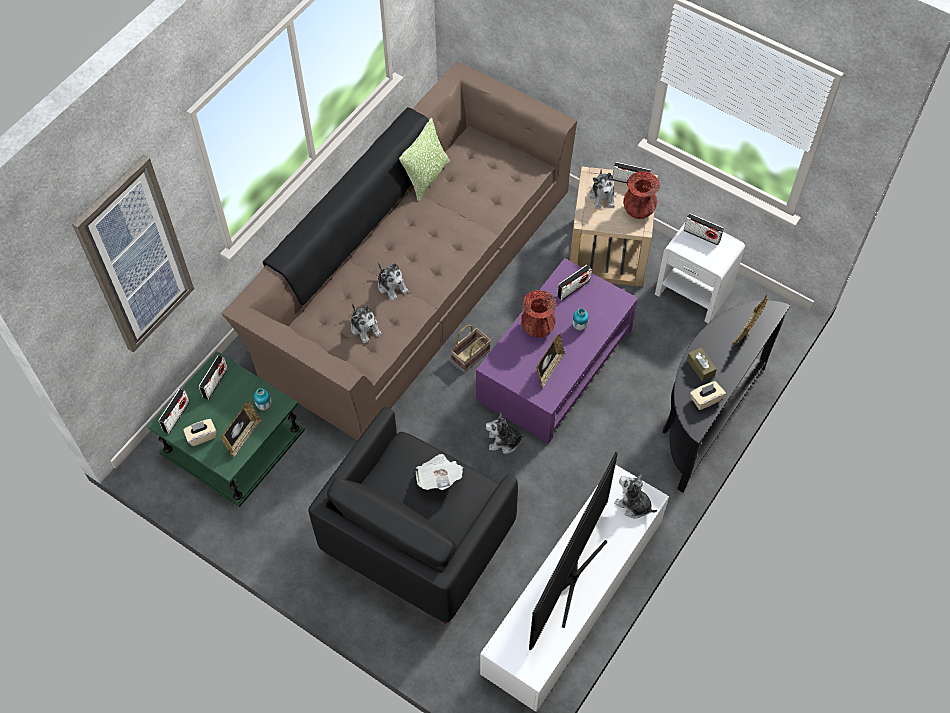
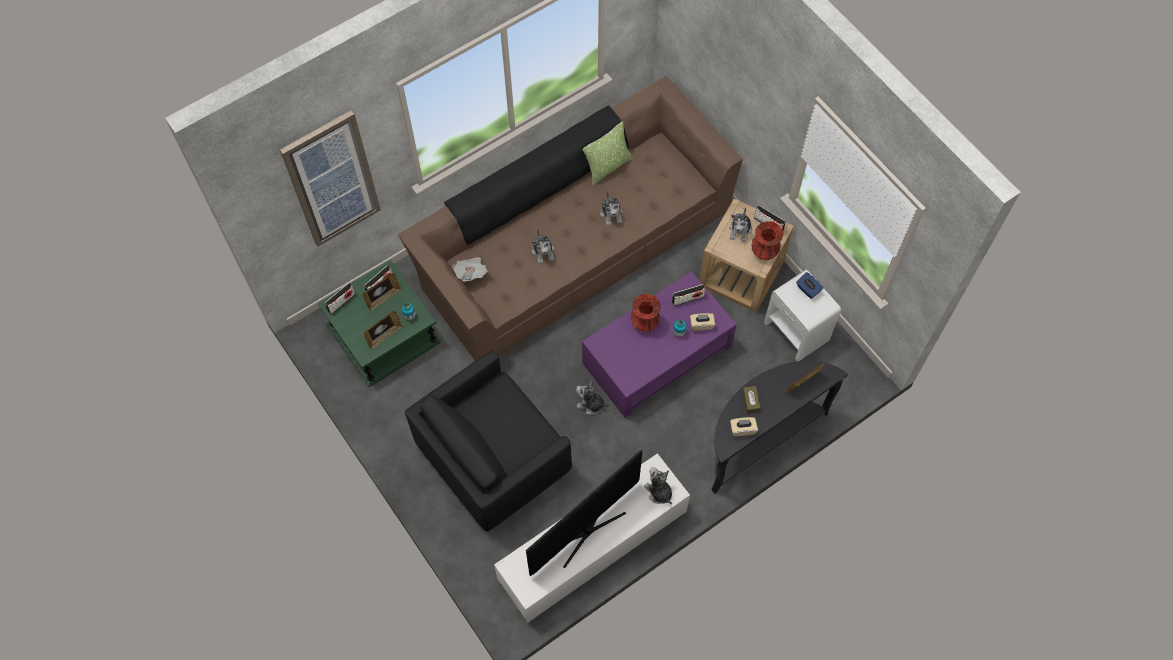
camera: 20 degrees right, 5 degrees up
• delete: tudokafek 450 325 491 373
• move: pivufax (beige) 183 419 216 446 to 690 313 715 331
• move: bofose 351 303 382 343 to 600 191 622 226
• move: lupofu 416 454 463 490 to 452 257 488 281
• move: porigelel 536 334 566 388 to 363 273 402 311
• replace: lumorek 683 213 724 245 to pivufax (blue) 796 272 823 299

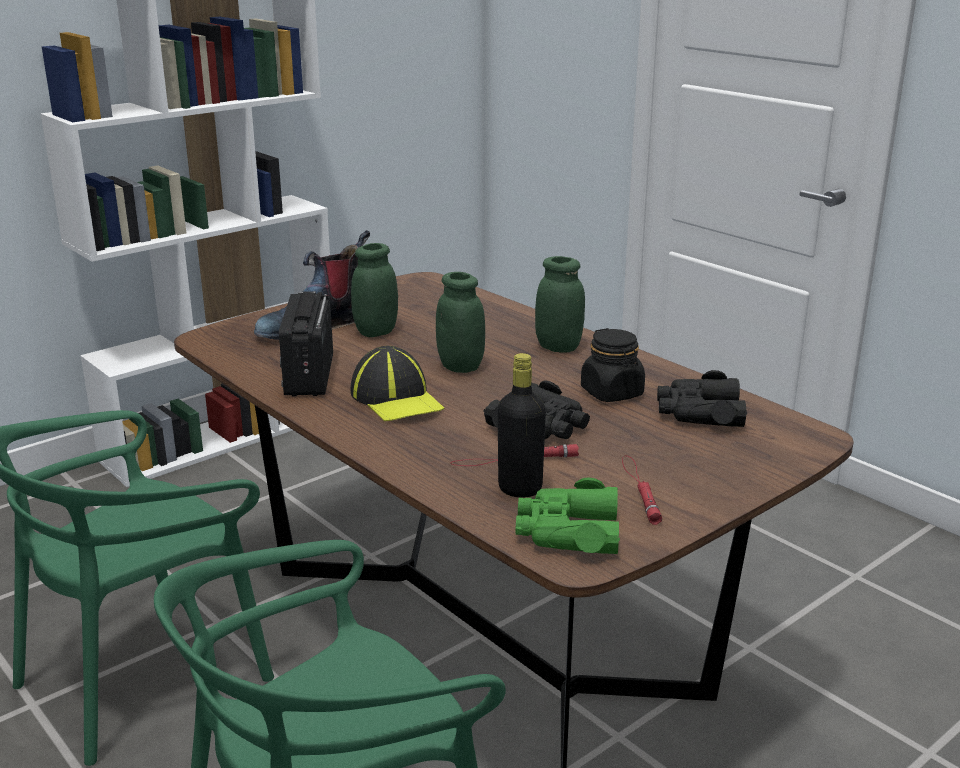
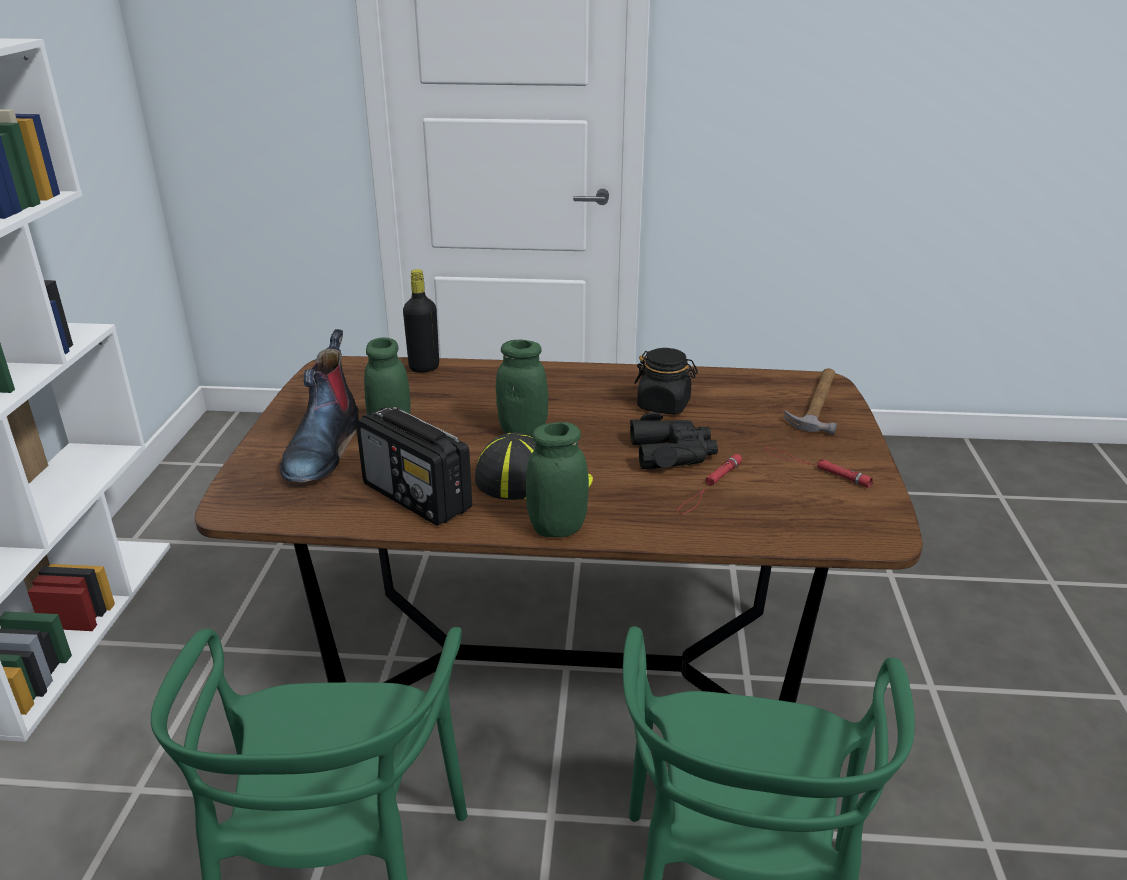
camera: 45 degrees left, 5 degrees up
• delete: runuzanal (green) 516 478 620 554
• delete: runuzanal (black) 657 370 747 427
• insert: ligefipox 784 369 837 435
• move: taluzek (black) 498 353 546 497 to 403 269 439 373
• move: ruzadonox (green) 535 256 585 353 to 526 422 589 537

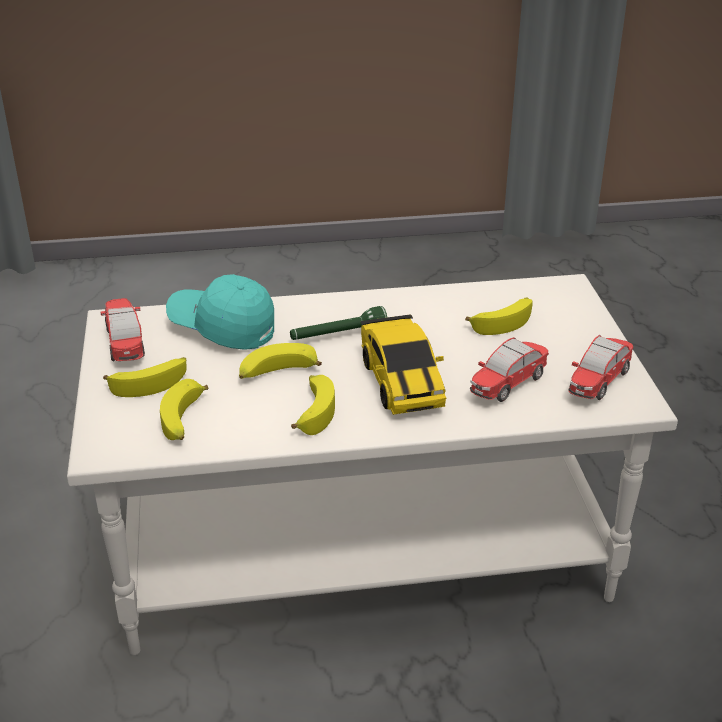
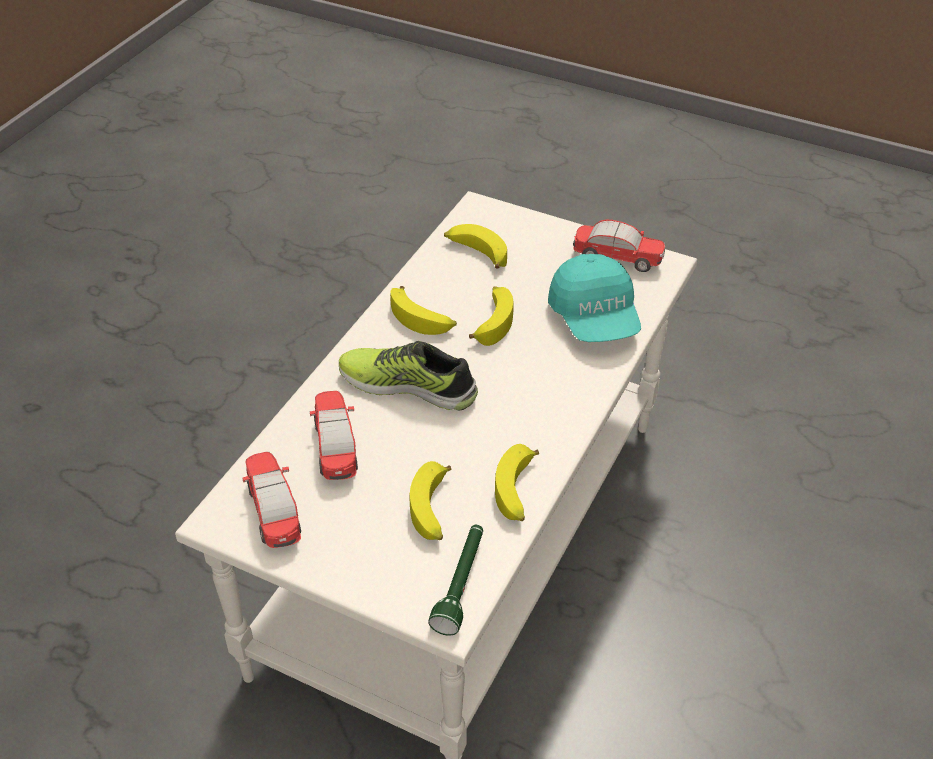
camera: 125 degrees right, 10 degrees up
• move: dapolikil 103 357 187 397 to 495 444 539 521
• move: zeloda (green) 290 306 387 340 to 428 525 483 636
• replace: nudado 360 315 446 415 to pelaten 339 341 478 410
• rotate: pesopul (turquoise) 166 274 274 350 = 548 254 641 342 105 degrees clockwise

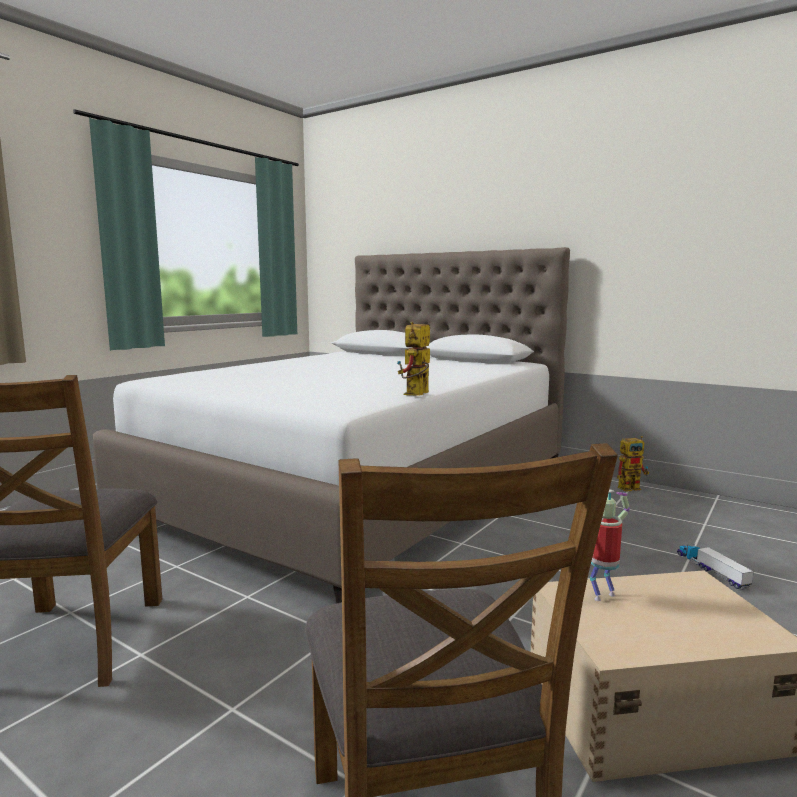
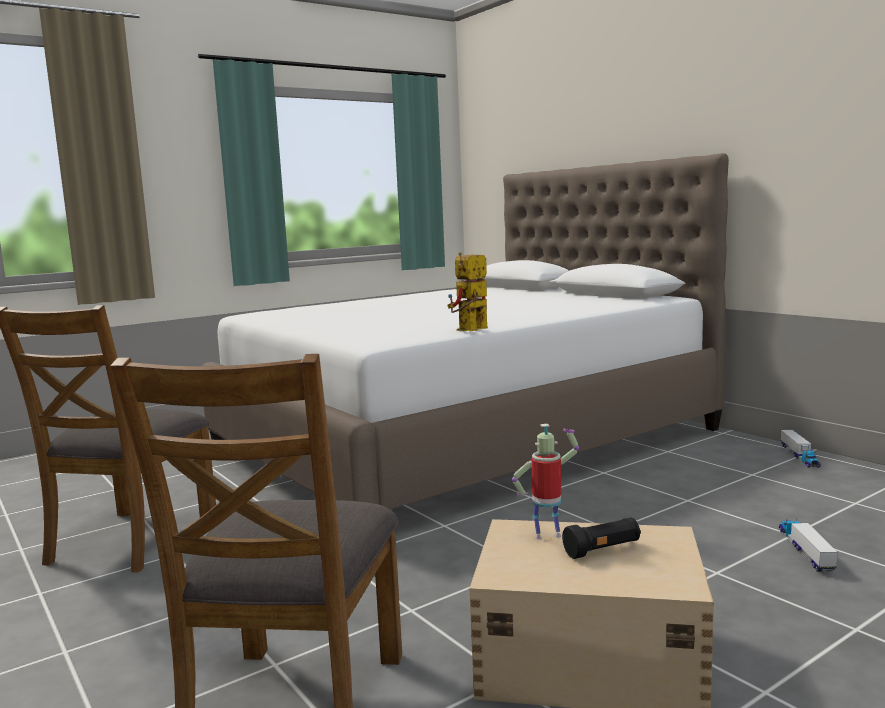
camera: 20 degrees right, 0 degrees up
• insert: zeloda (black) 562 518 641 559
• replace: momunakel 617 436 649 492 to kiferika 781 430 821 468

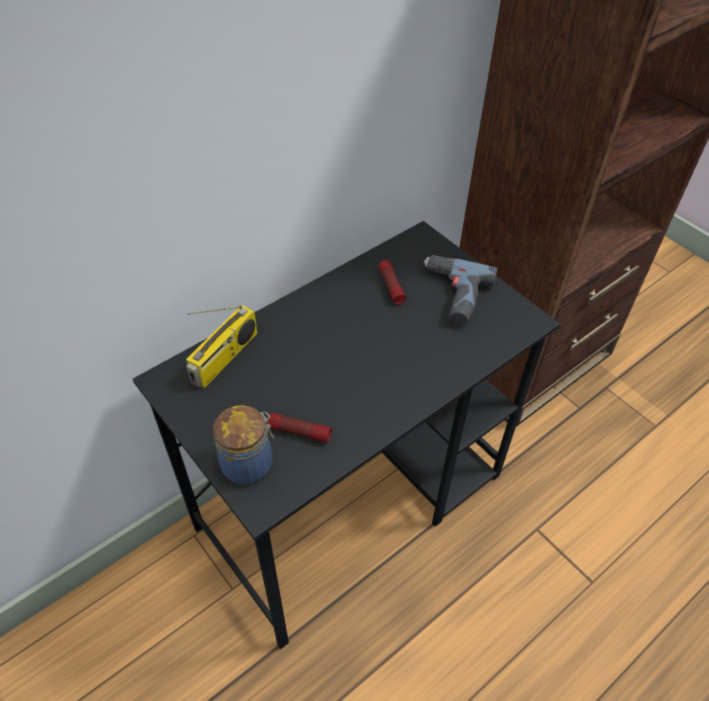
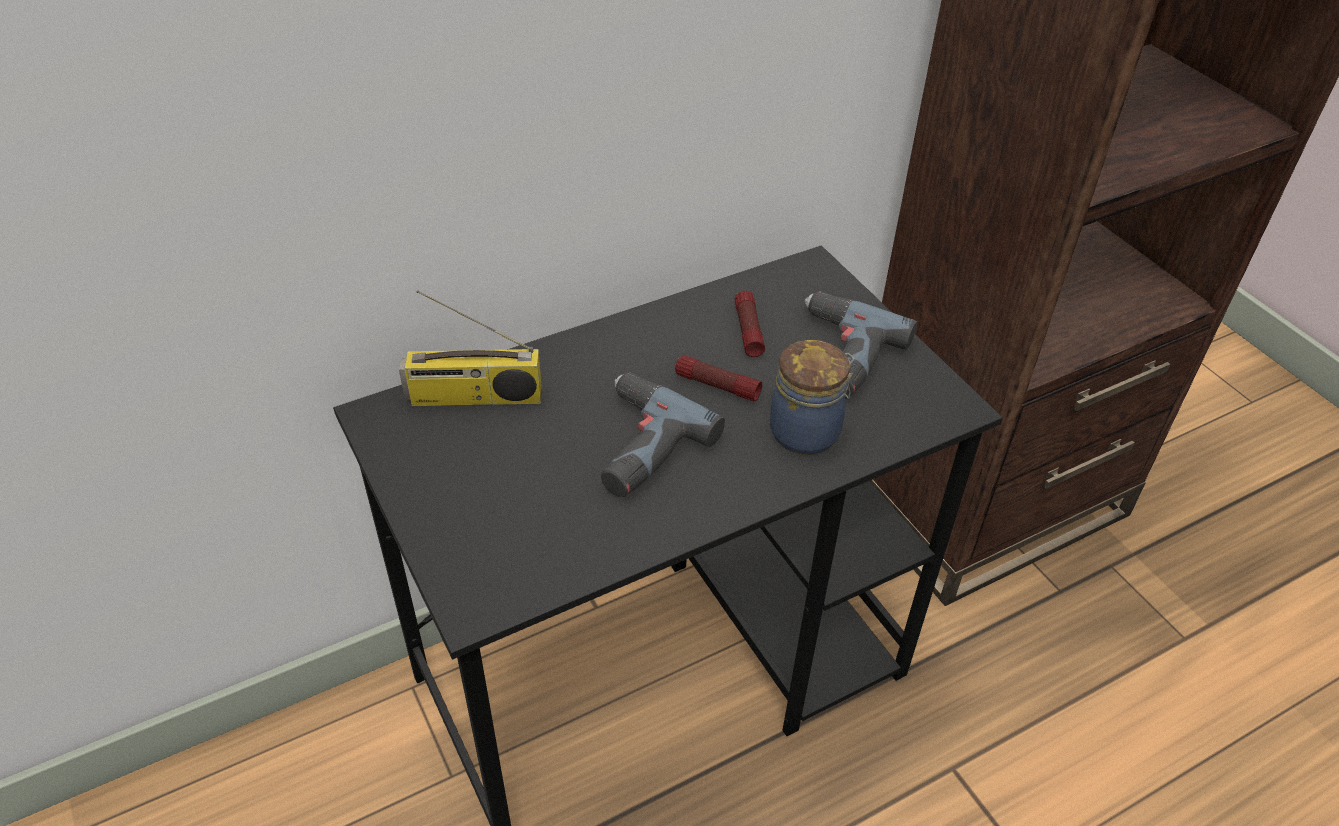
camera: 10 degrees right, 5 degrees down
• insert: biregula 601 373 725 497
• move: ruzadonox 213 405 274 485 to 770 340 855 455
• move: zeloda 267 413 332 443 to 675 355 762 402
• rotate: lumorek 186 305 257 388 = 399 290 542 406 45 degrees clockwise

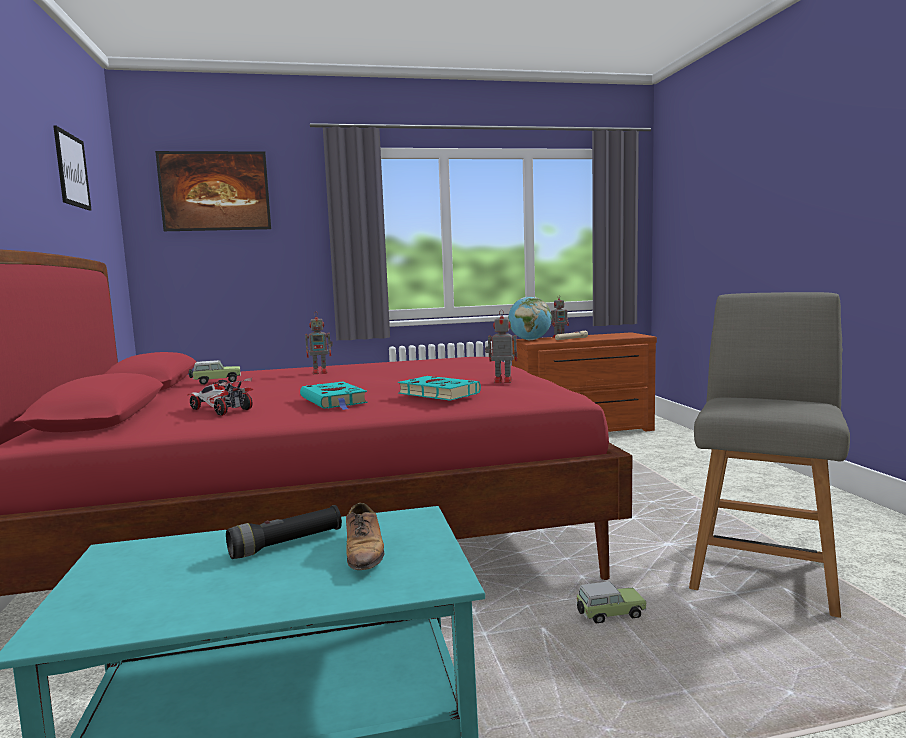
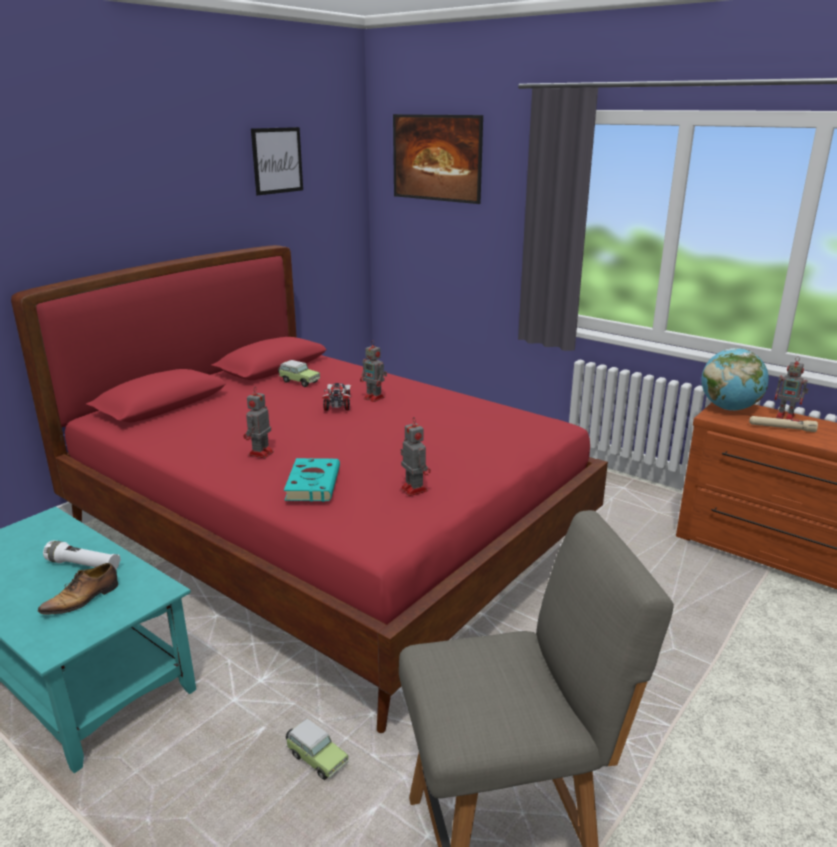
camera: 50 degrees right, 15 degrees up
• move: nudado 187 378 253 416 to 322 383 352 411
• replace: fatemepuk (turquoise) 300 382 368 410 to momunakel 243 387 274 458
• recolor: zeloda (black) 226 505 342 559 to zeloda (white) 43 541 121 569

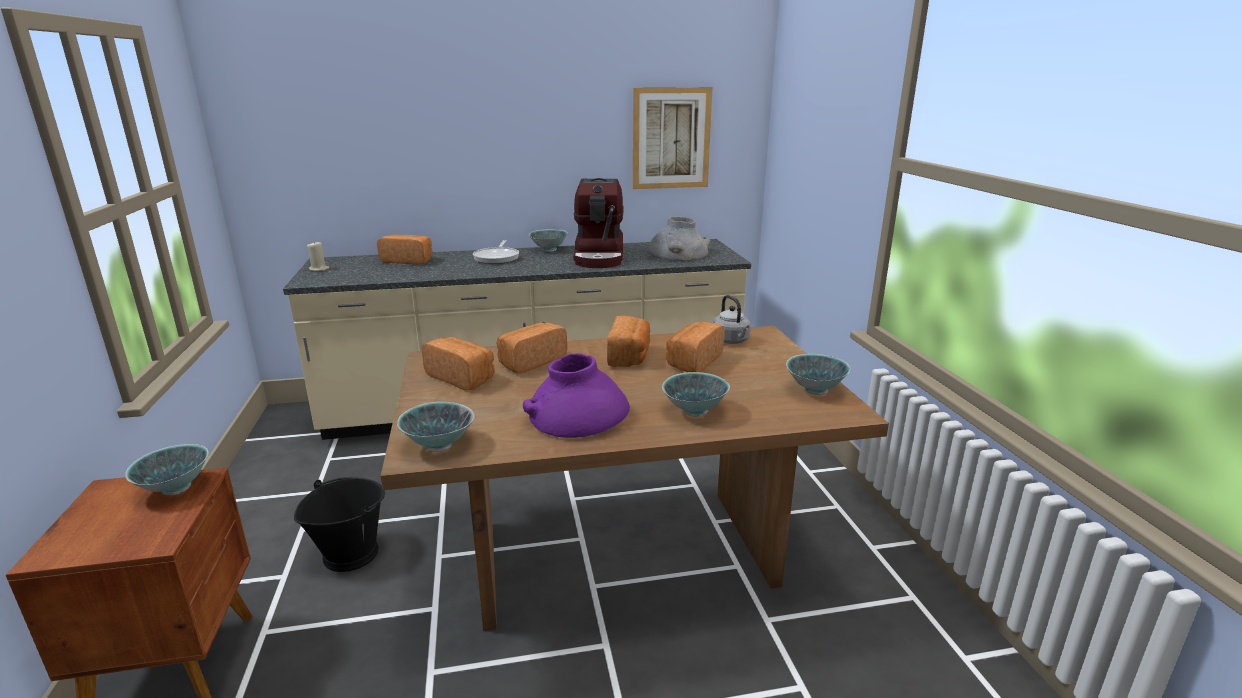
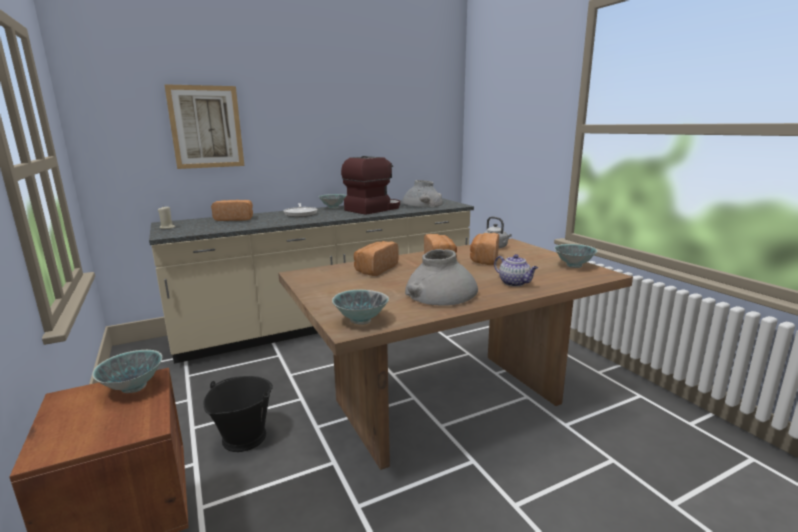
camera: 15 degrees left, 5 degrees down
• delete: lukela 421 337 495 390
• move: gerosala 632 87 713 189 to 164 84 244 169
• replace: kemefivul 662 372 730 417 to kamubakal 494 254 538 287
• recolor: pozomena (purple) 523 353 630 438 to pozomena (grey) 405 249 478 306
• rotate: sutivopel 573 178 624 268 = 341 156 400 215 120 degrees counterclockwise

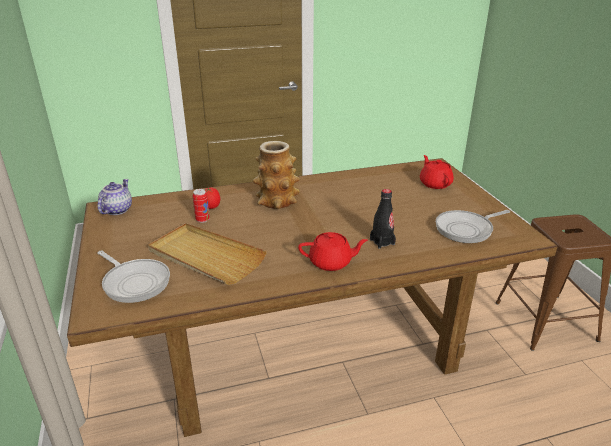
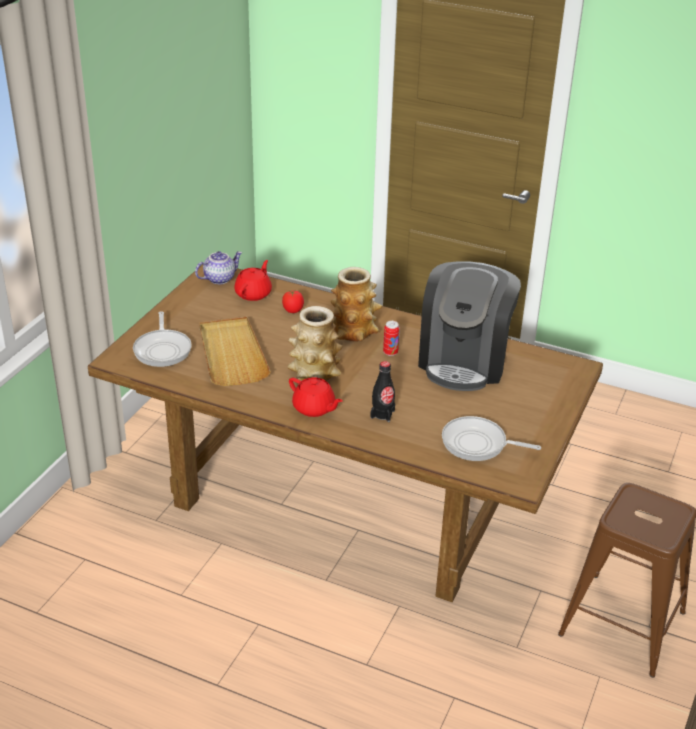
camera: 40 degrees right, 5 degrees up
• insert: pozomena 287 306 343 381
• insert: sutivopel 418 262 521 391
• move: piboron 193 189 210 223 to 383 321 400 356
• move: kamubakal (red) 420 155 454 189 to 234 260 272 301

